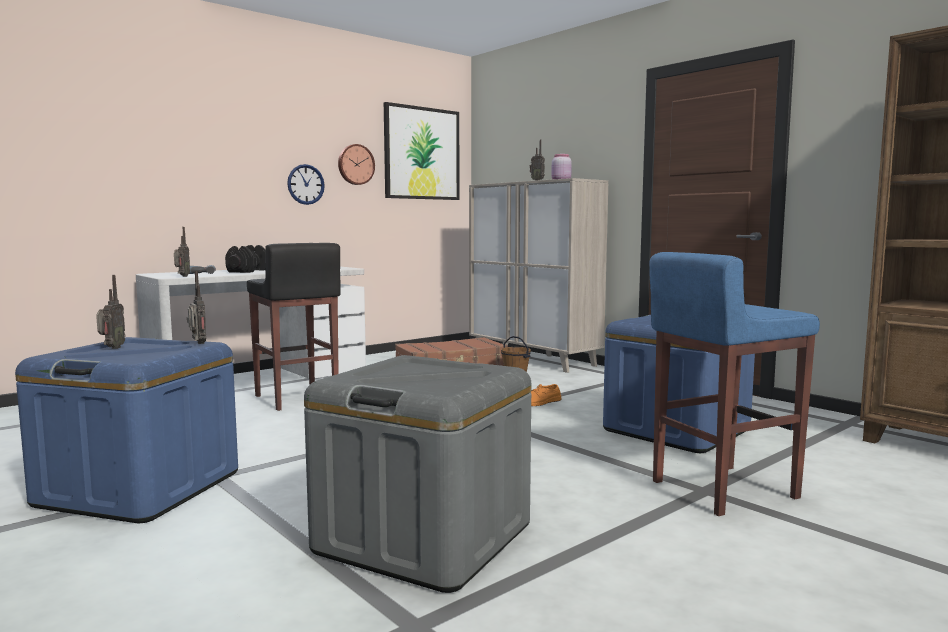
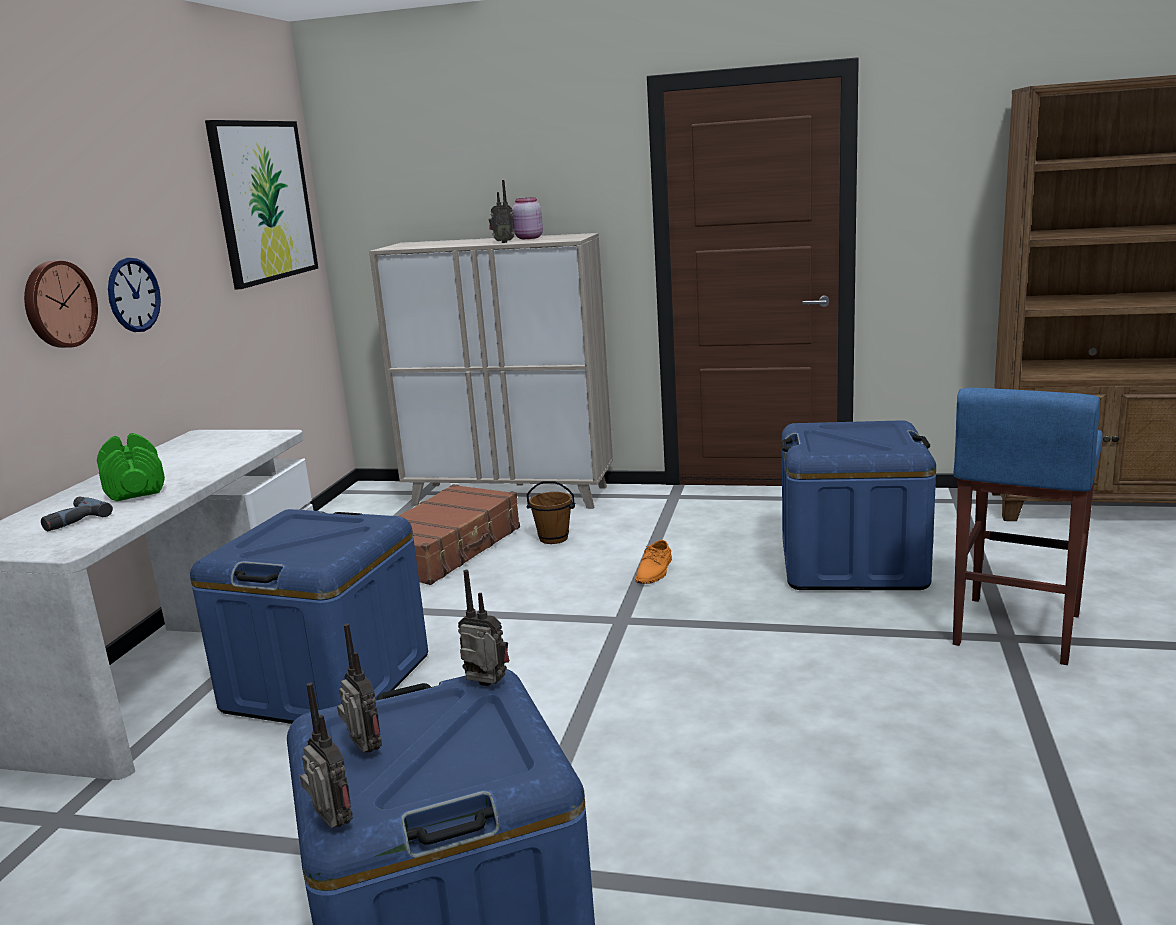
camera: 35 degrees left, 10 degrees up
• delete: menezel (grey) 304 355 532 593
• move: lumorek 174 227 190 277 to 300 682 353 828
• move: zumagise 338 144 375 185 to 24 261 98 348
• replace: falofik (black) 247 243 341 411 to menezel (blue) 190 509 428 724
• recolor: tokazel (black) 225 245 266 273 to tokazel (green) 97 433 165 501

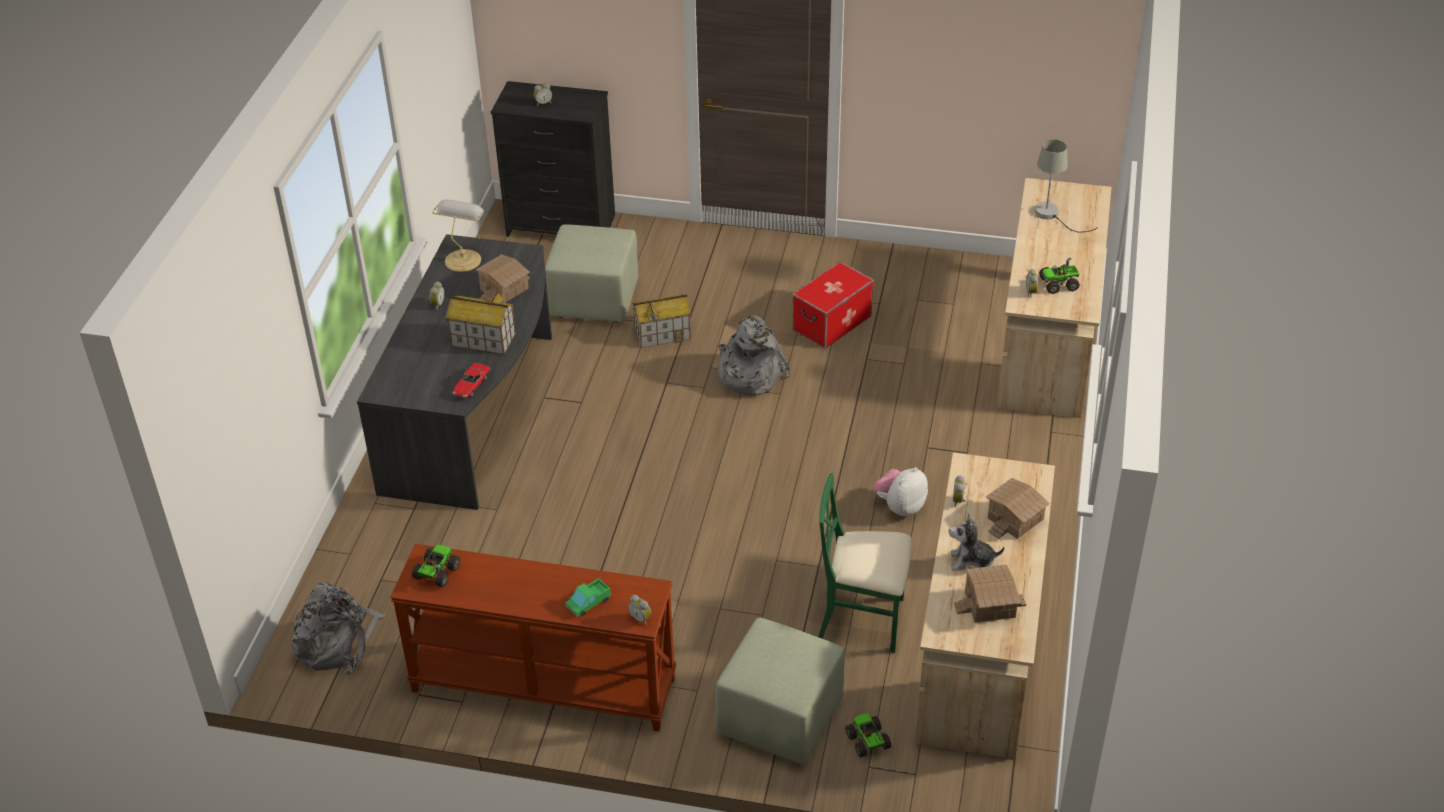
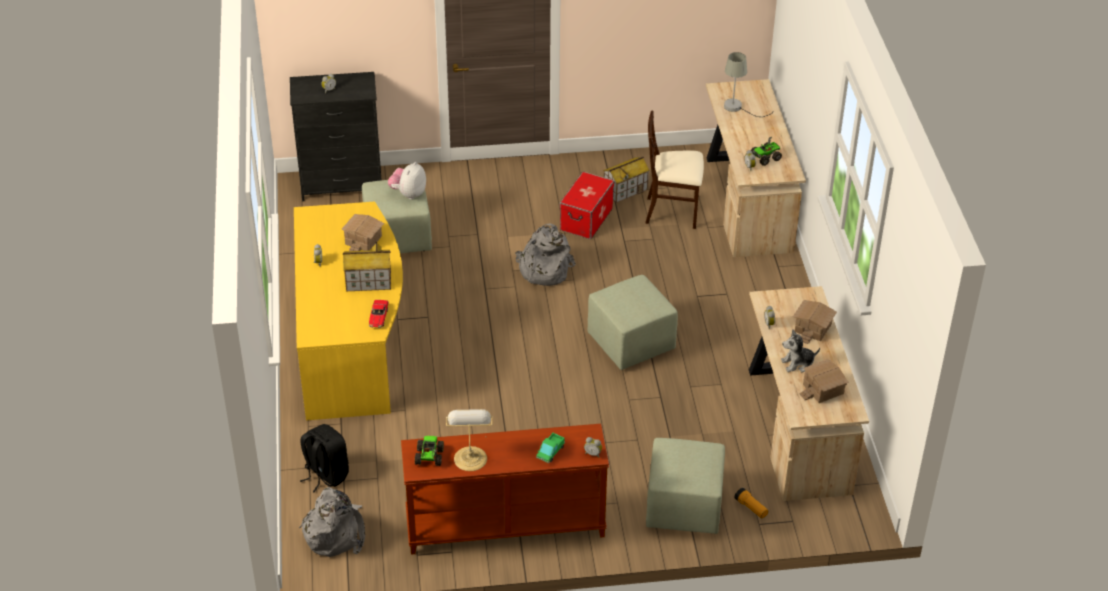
camera: 20 degrees left, 0 degrees up
• delete: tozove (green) 818 473 912 653
• insert: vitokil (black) 300 424 349 492
• insert: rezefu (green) 587 275 678 370
• insert: tozove (beige) 645 111 704 229
• move: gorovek 432 200 484 272 to 446 409 493 471
• move: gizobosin 632 294 691 348 to 603 157 650 203
• move: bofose 873 467 928 516 to 388 162 426 199
• replace: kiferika 845 714 891 758 to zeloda 735 488 768 519
• recolor: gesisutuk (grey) 357 234 552 510 to gesisutuk (yellow) 294 201 403 420

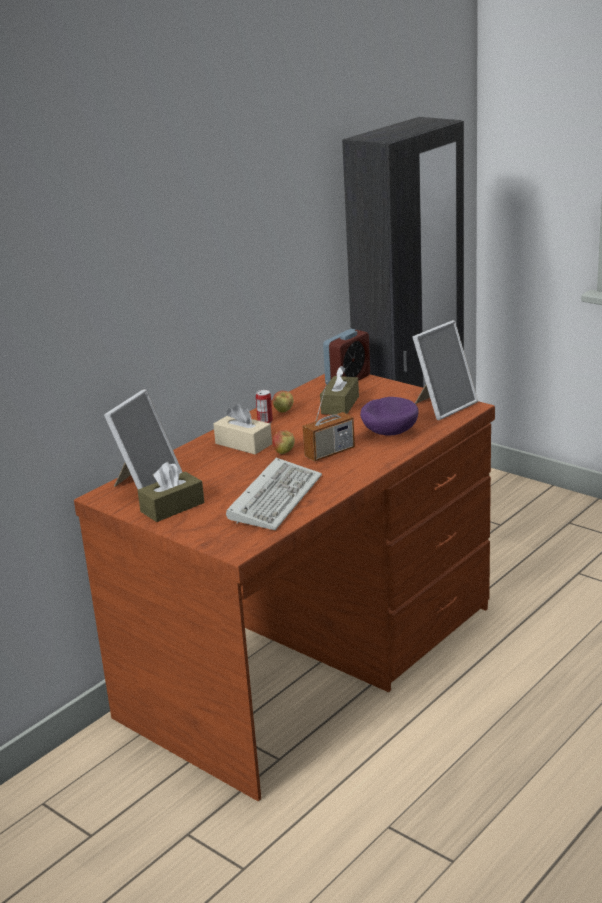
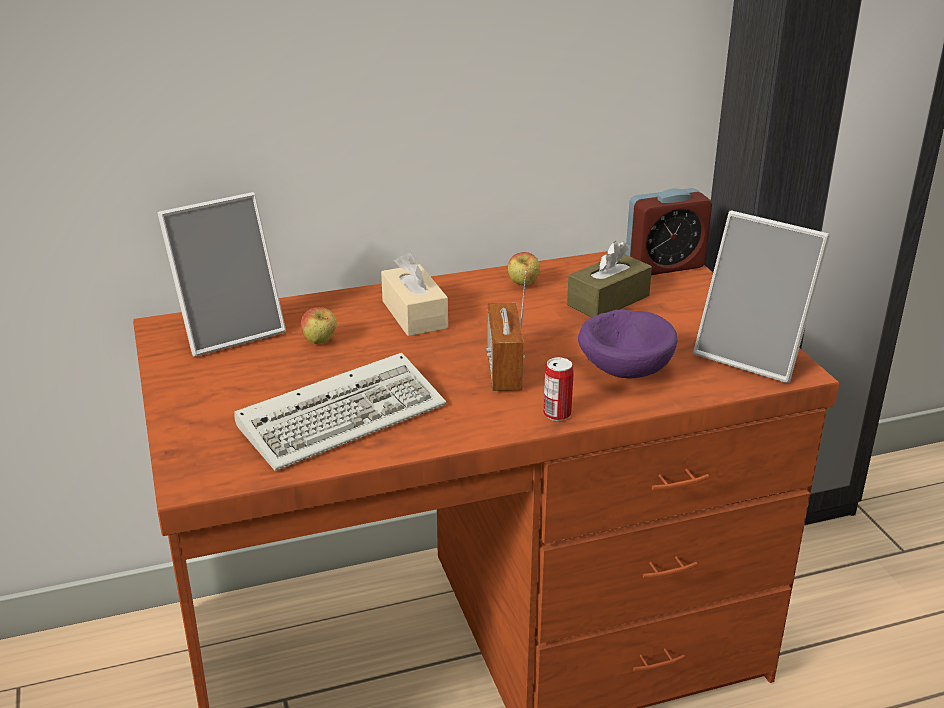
camera: 30 degrees right, 5 degrees up
• delete: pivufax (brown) 138 462 204 522
• move: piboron 256 390 273 423 to 543 357 574 421
• move: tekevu 273 430 295 454 to 301 307 337 344
• rotate: lumorek 303 380 355 461 = 486 271 527 391 90 degrees clockwise
• rotate: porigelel 412 320 478 420 = 693 211 830 383 45 degrees clockwise

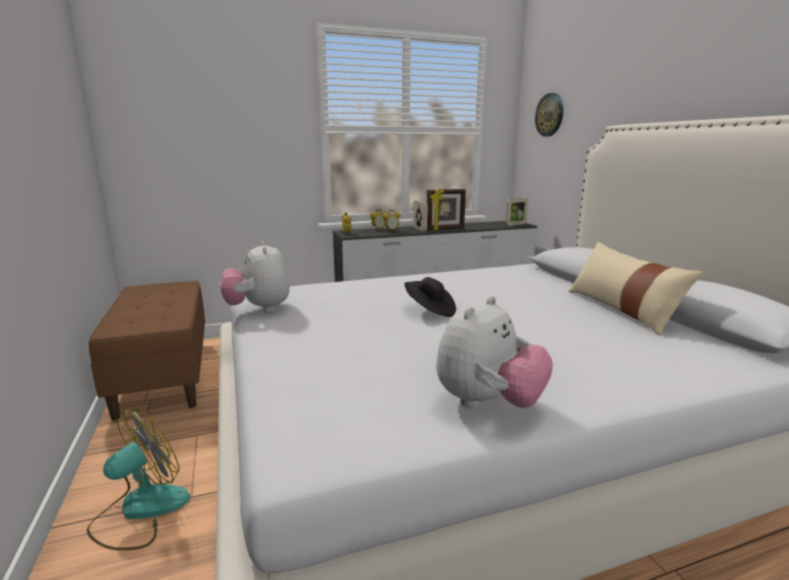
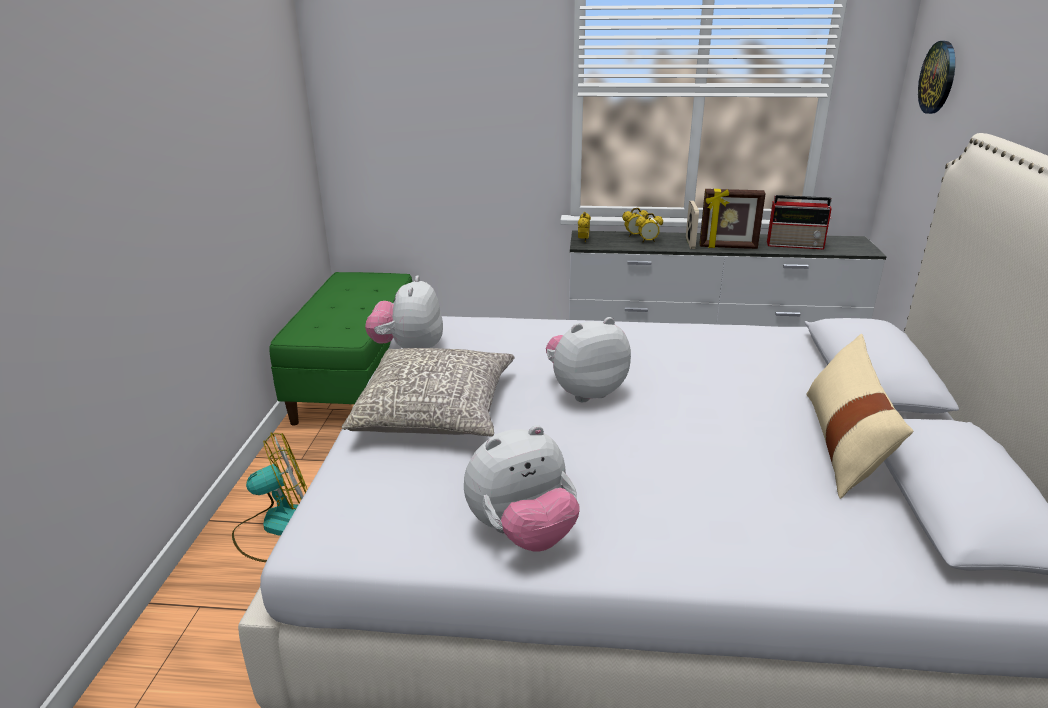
camera: 25 degrees right, 10 degrees up
• delete: porigelel 505 198 528 226
• insert: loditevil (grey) 342 348 514 437
• insert: lumorek 767 195 832 250
• replace: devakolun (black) 404 277 456 317 to bofose 546 317 631 402
• recolor: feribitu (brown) 89 281 205 420 to feribitu (green) 270 272 412 426

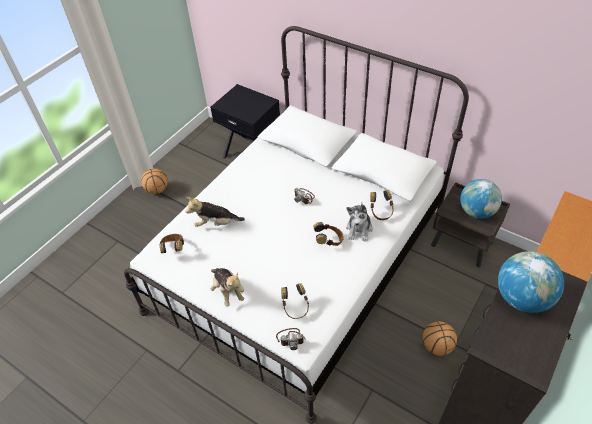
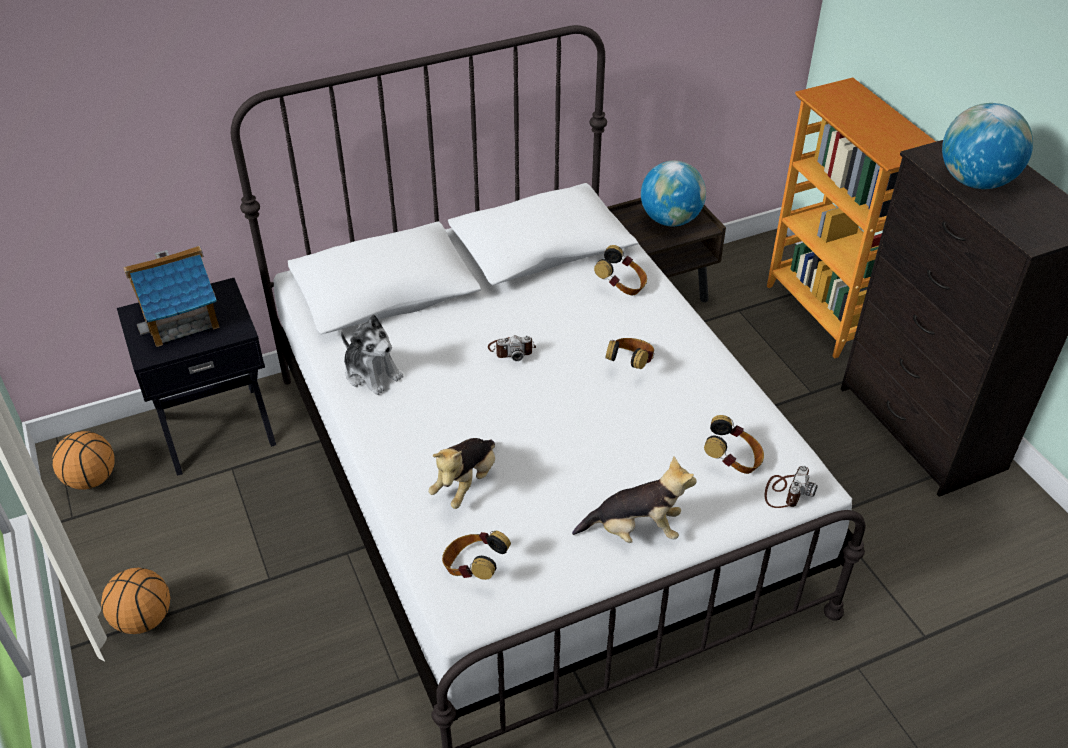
camera: 60 degrees left, 5 degrees down
• insert: gizobosin 123 246 220 347
• move: bofose 346 203 373 242 to 341 315 404 395
• move: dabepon 423 321 457 356 to 52 431 115 490

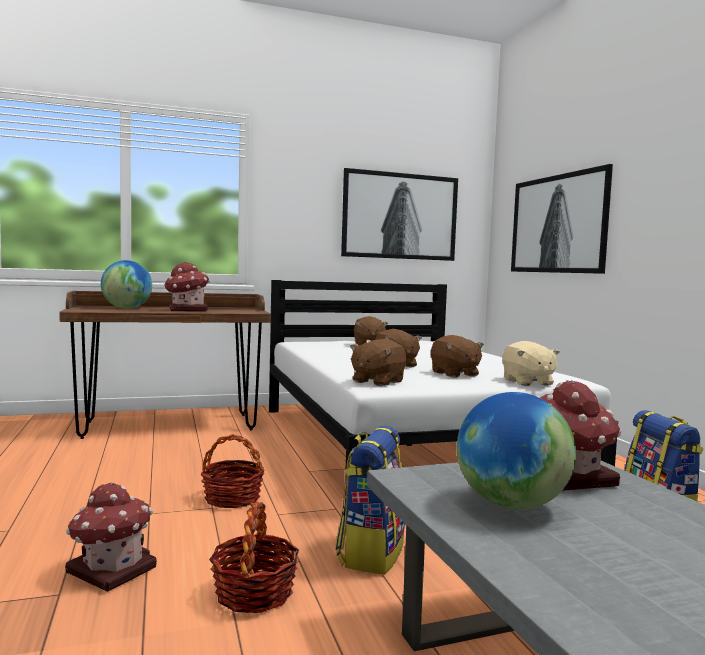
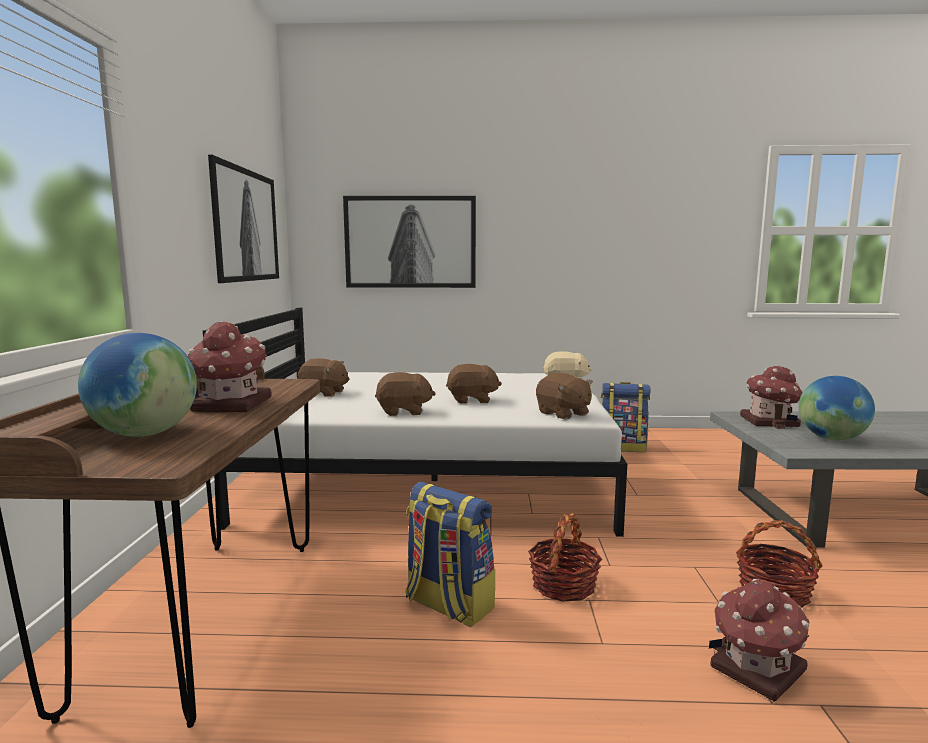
camera: 70 degrees left, 5 degrees up
• move: vitokil 335 425 406 575 to 406 482 495 627
• move: bofose (brown) 431 335 484 378 to 375 372 436 416

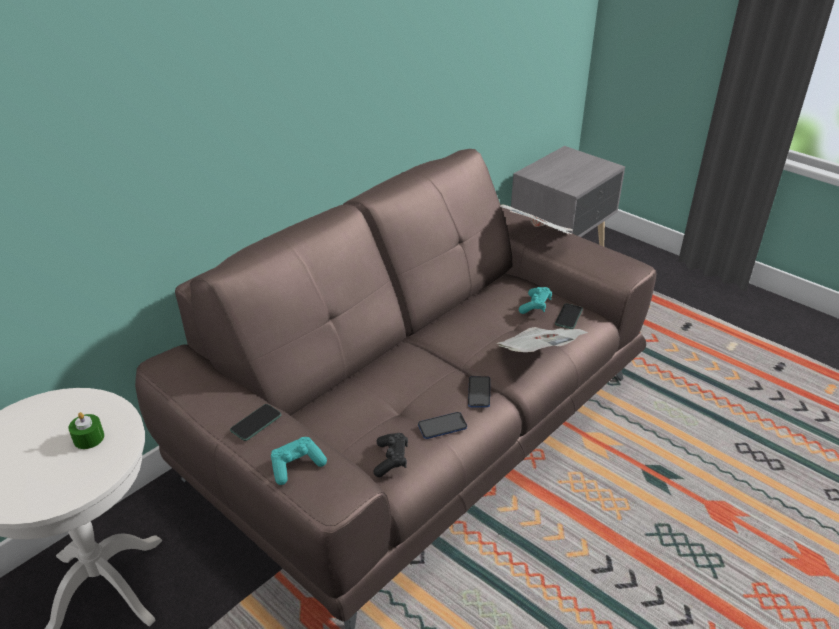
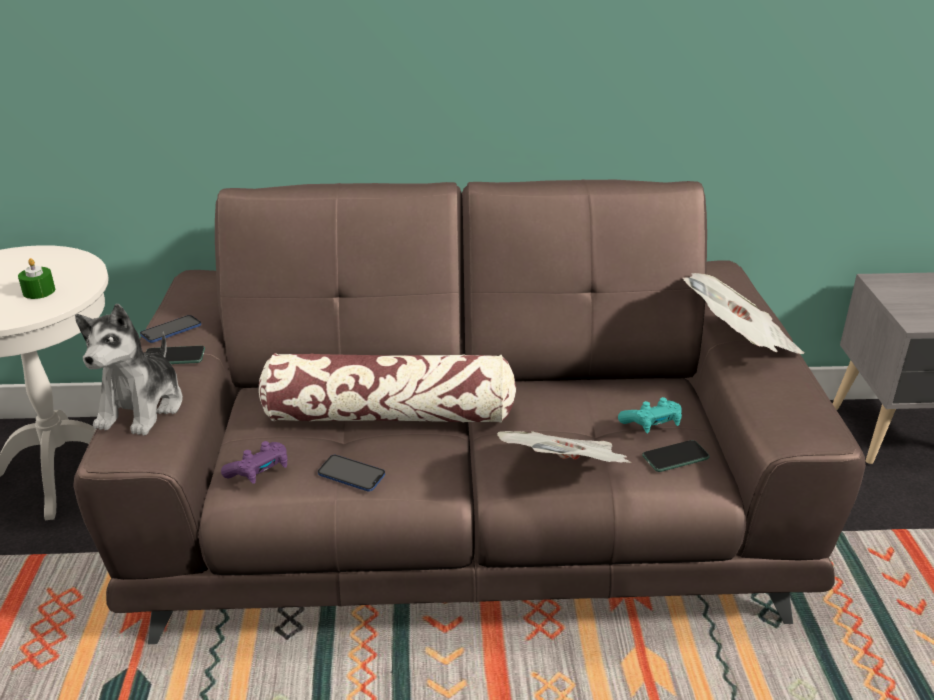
camera: 45 degrees right, 5 degrees down
• insert: loditevil 259 353 516 423
• move: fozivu 468 376 490 407 to 140 315 201 343
• replace: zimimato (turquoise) 271 437 327 485 to bofose 75 304 183 436
• recolor: zimimato (black) 374 433 408 477 to zimimato (purple) 221 441 288 484

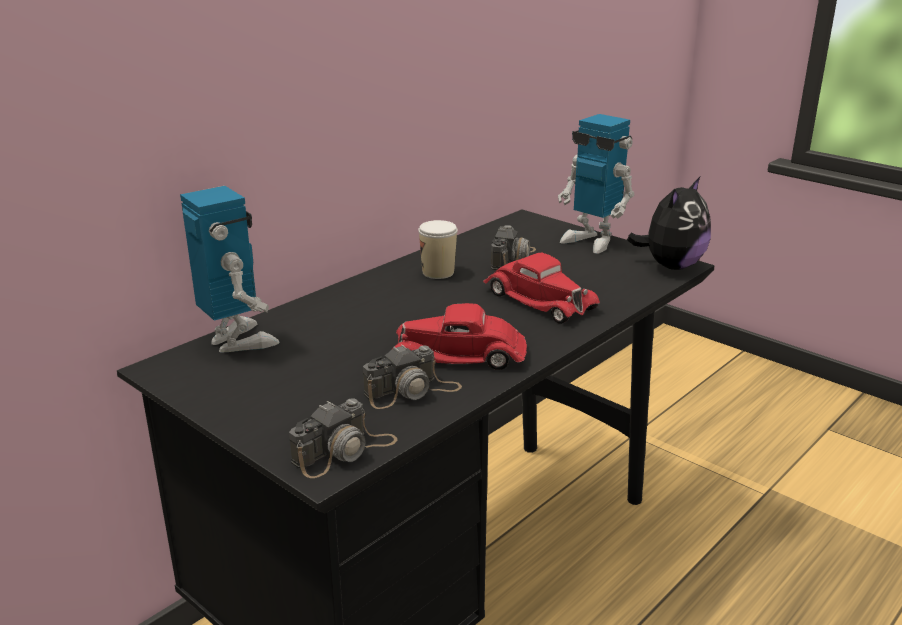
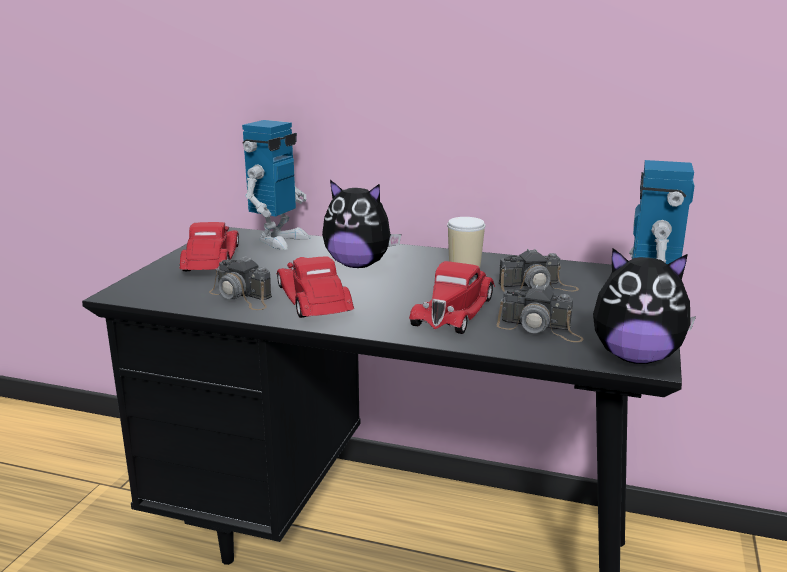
camera: 65 degrees right, 5 degrees down
• insert: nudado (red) 179 222 239 271
• insert: bofose 322 180 401 268
• move: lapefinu 289 398 397 478 to 497 284 584 342

